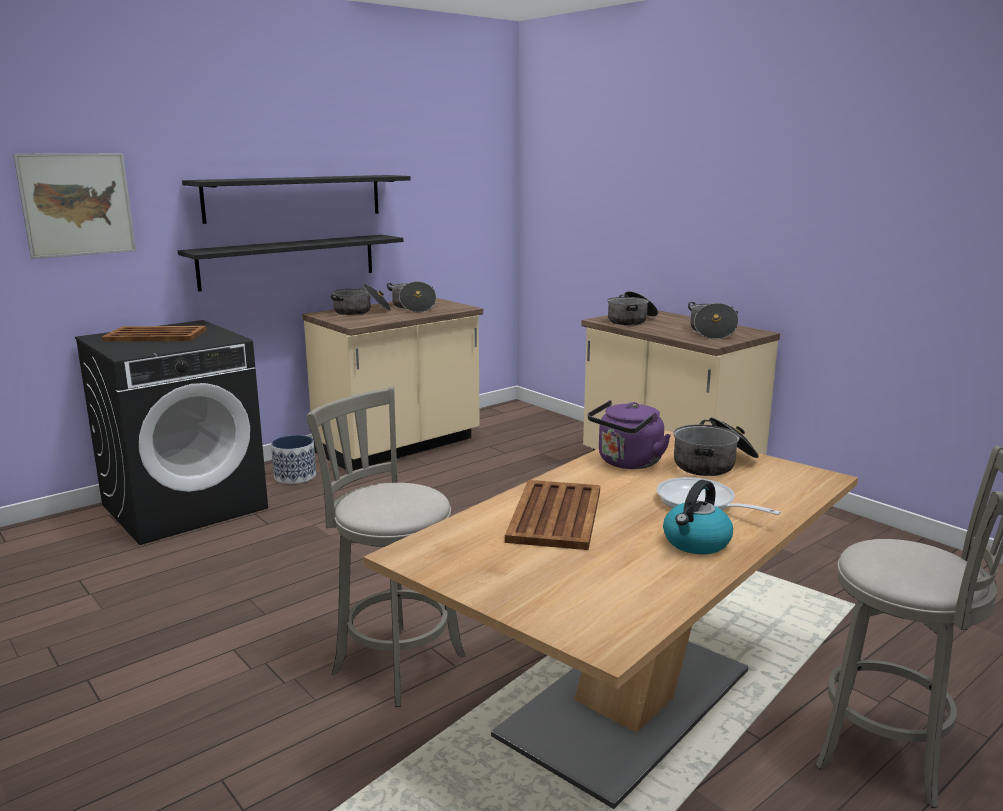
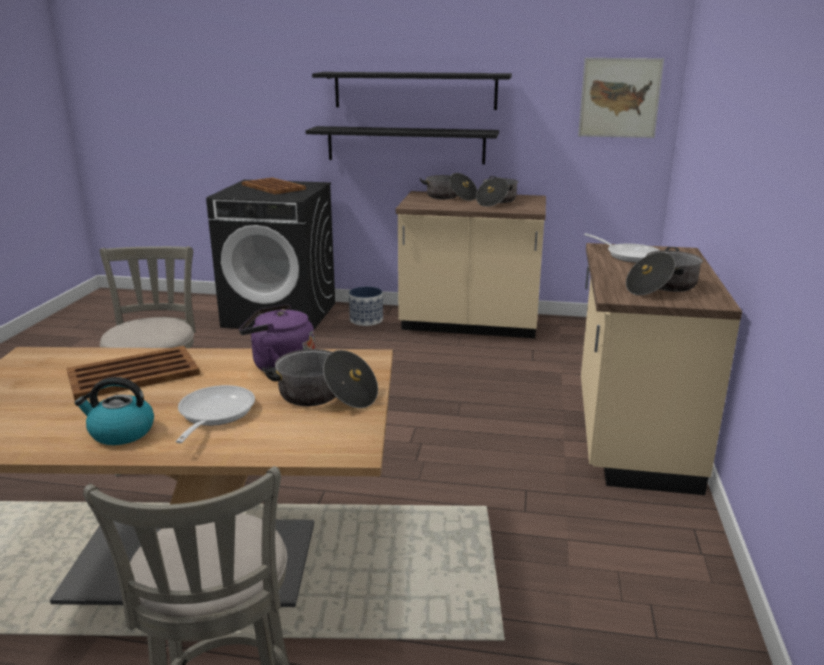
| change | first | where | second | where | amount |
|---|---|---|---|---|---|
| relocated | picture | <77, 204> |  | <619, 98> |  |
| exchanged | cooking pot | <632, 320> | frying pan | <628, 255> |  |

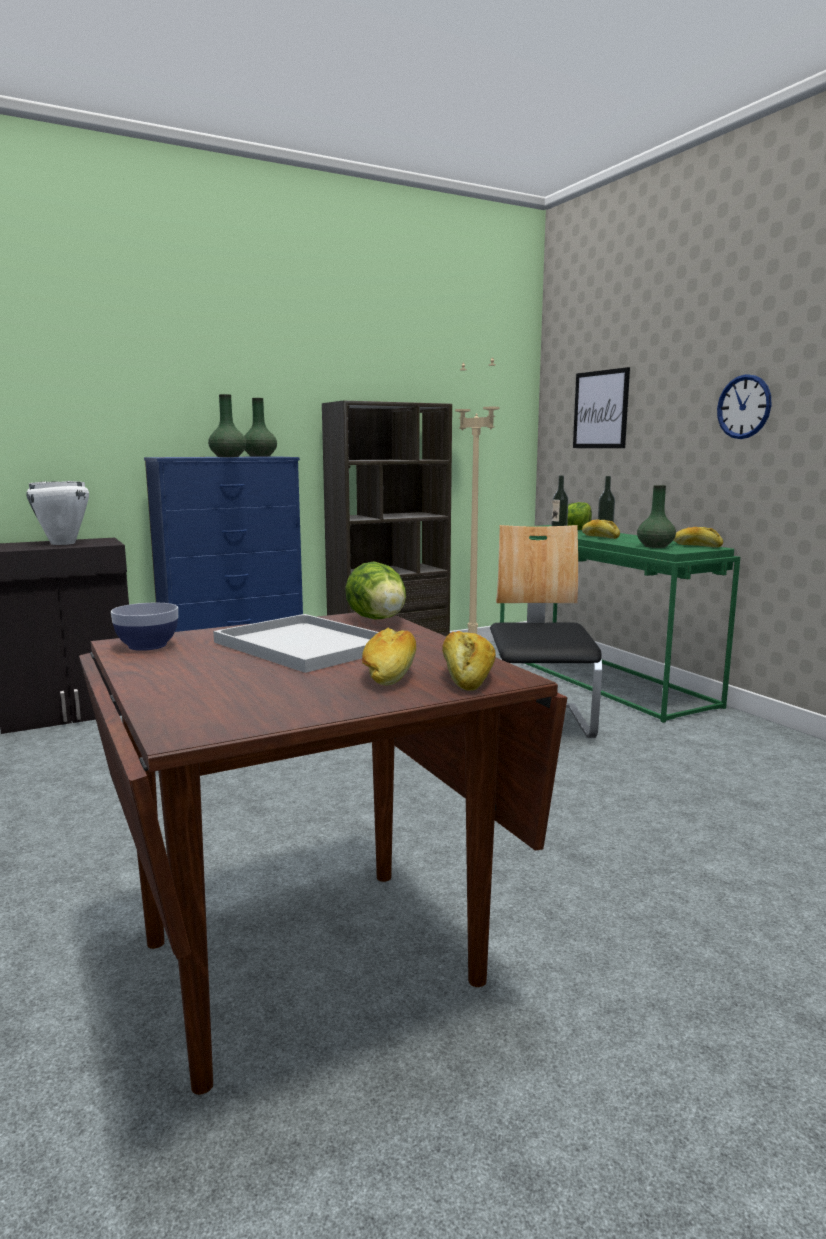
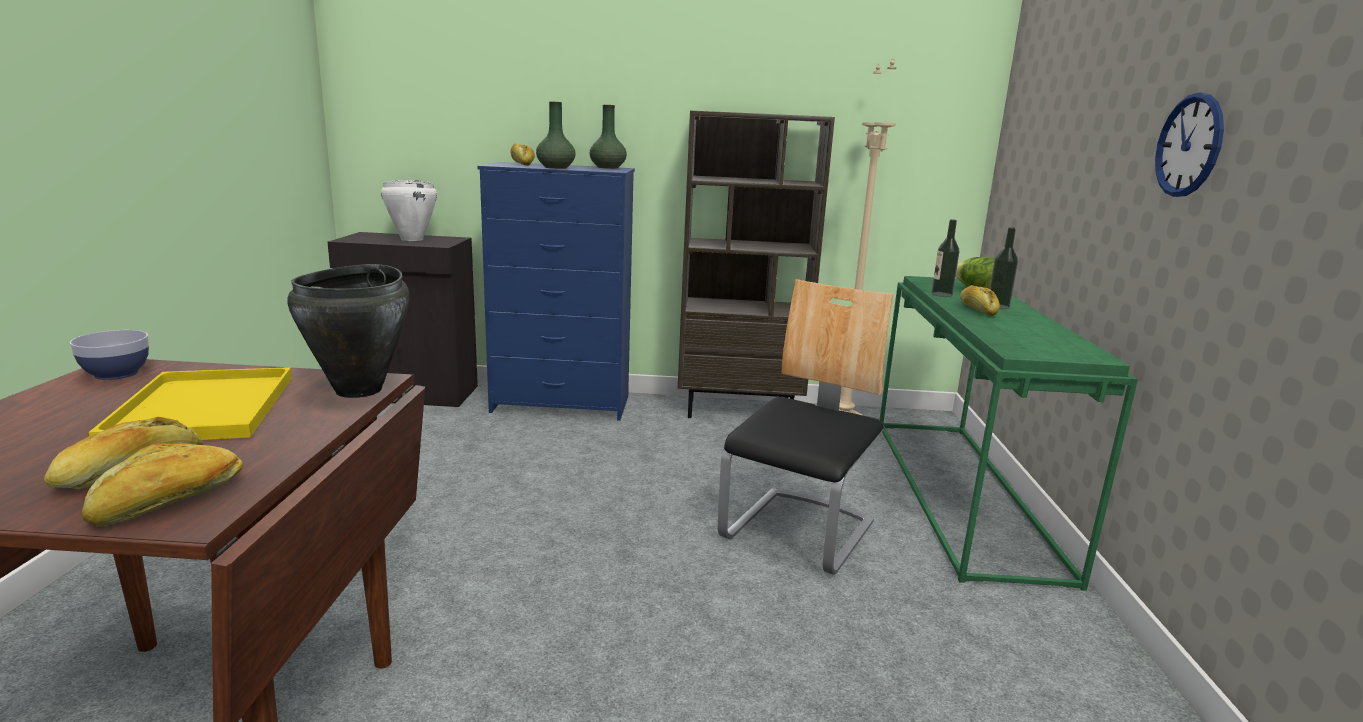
| change | first | where | second | where | amount |
|---|---|---|---|---|---|
| missing | picture | <600, 409> |  |  |  |
| missing | vase (green) | <655, 546> |  |  |  |
| relocated | bread | <696, 546> |  | <523, 164> |  |
| exchanged | lettuce | <379, 620> | cooking pot (black) | <360, 390> |  |
| colour | tray (white) | <301, 645> | tray (yellow) | <203, 406> |  |

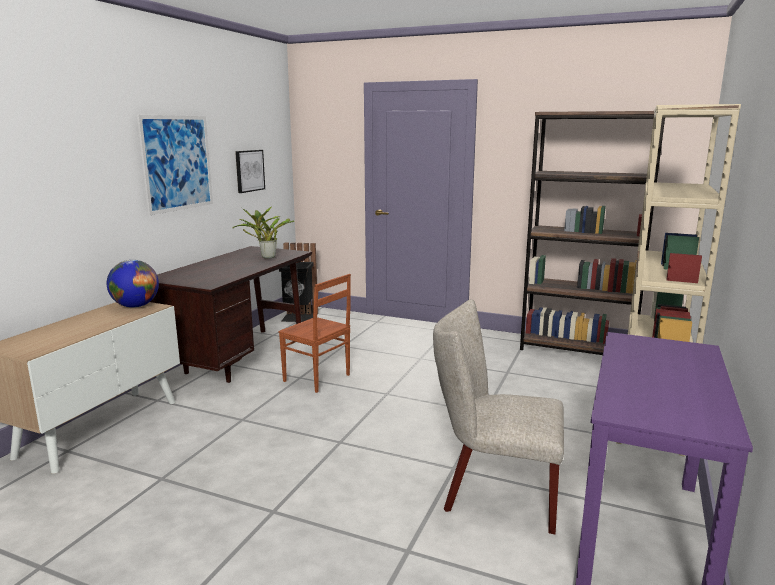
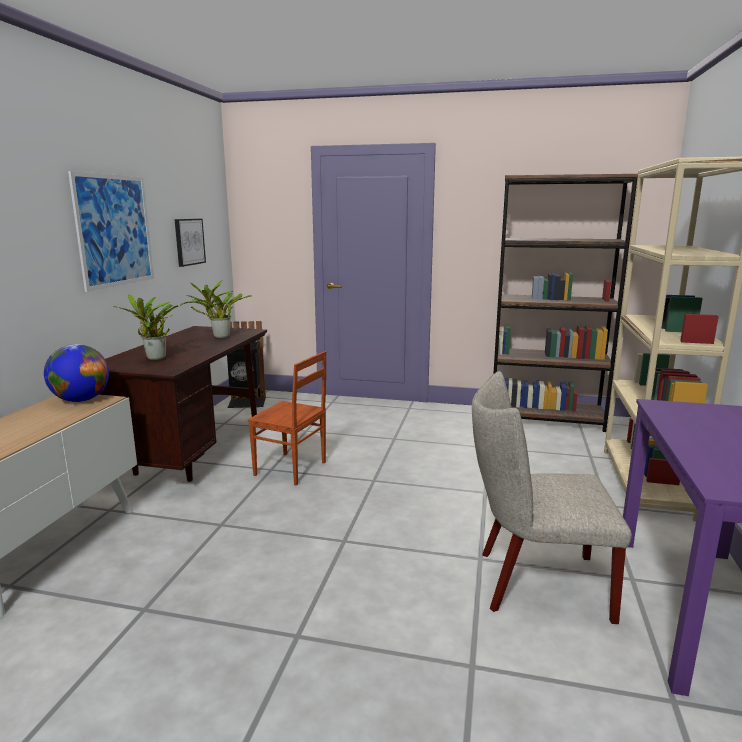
| change | first | where | second | where | amount |
|---|---|---|---|---|---|
| appeared |  |  | potted plant | <155, 359> |  |

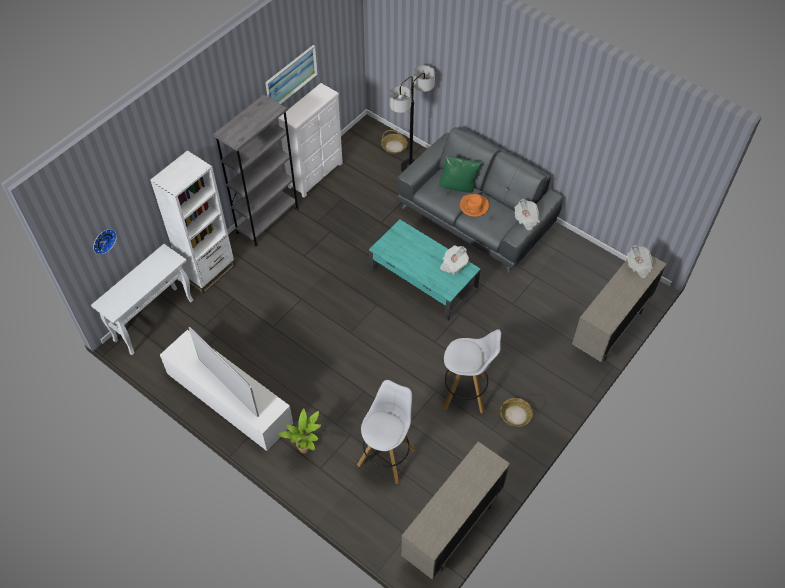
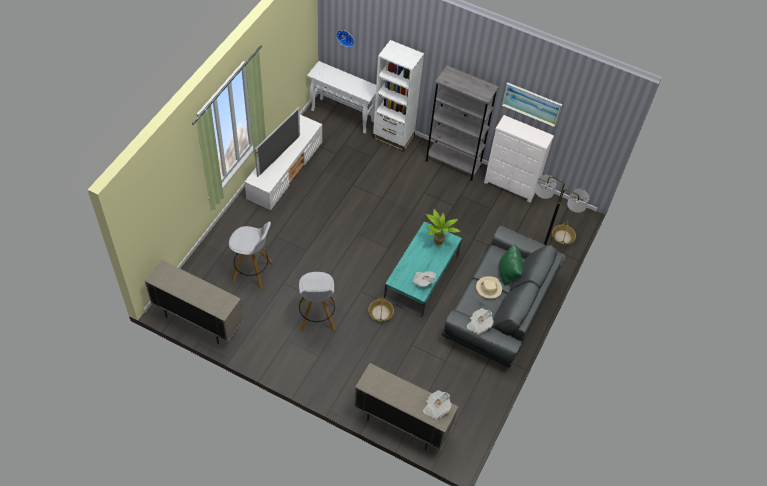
| change | first | where | second | where | amount |
|---|---|---|---|---|---|
| colour | hat (orange) | <474, 206> | hat (beige) | <488, 288> |  |
| relocated | basket | <515, 415> |  | <380, 313> |  |
| relocated | potted plant | <306, 450> |  | <437, 243> |  |

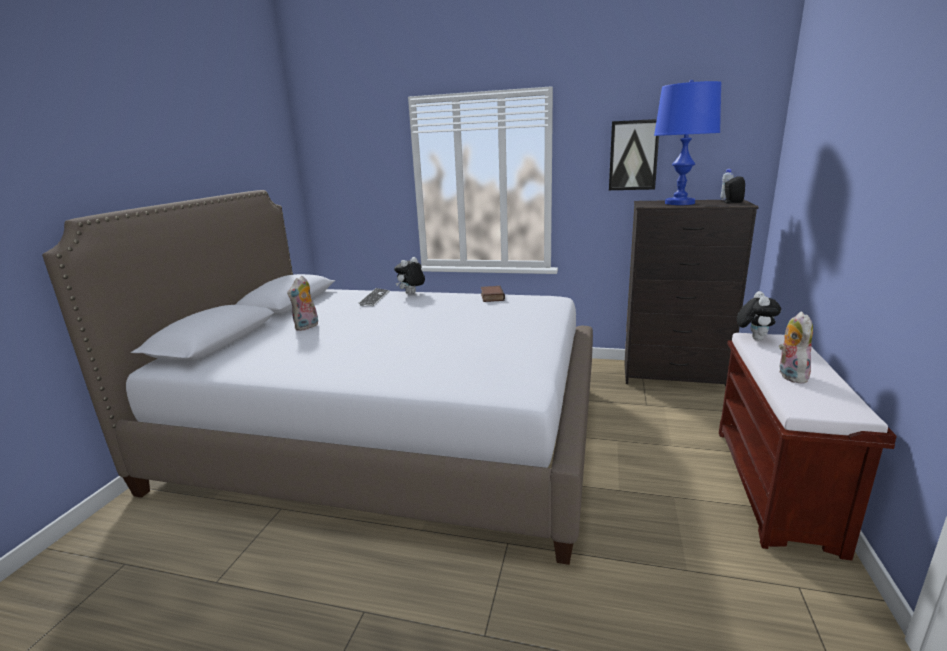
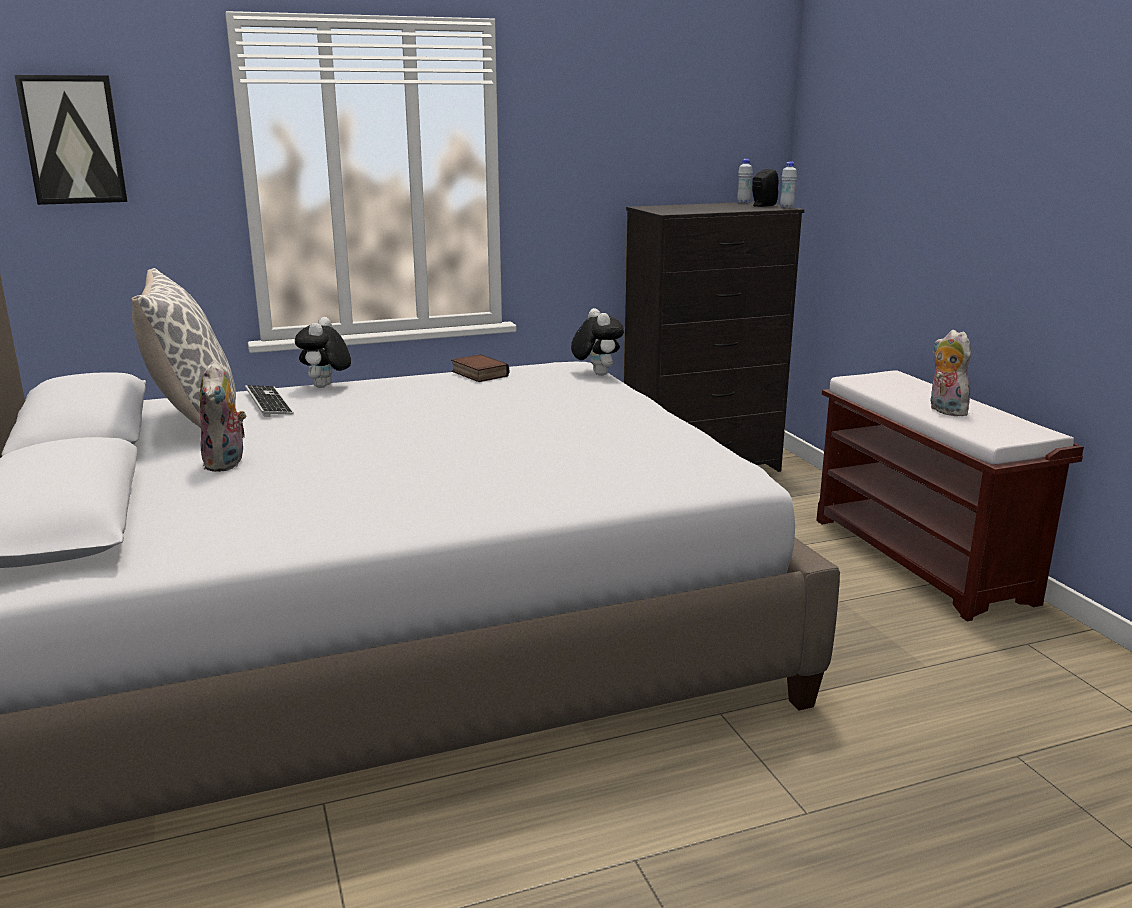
| change | first | where | second | where | amount |
|---|---|---|---|---|---|
| missing | table lamp (blue) | <679, 203> |  |  |  |
| relocated | picture | <633, 155> |  | <73, 140> |  |
| relocated | plush toy | <753, 338> |  | <596, 374> |  |
| appeared |  |  | bottle (white) | <786, 207> |  |
| appeared |  |  | pillow | <196, 424> |  |

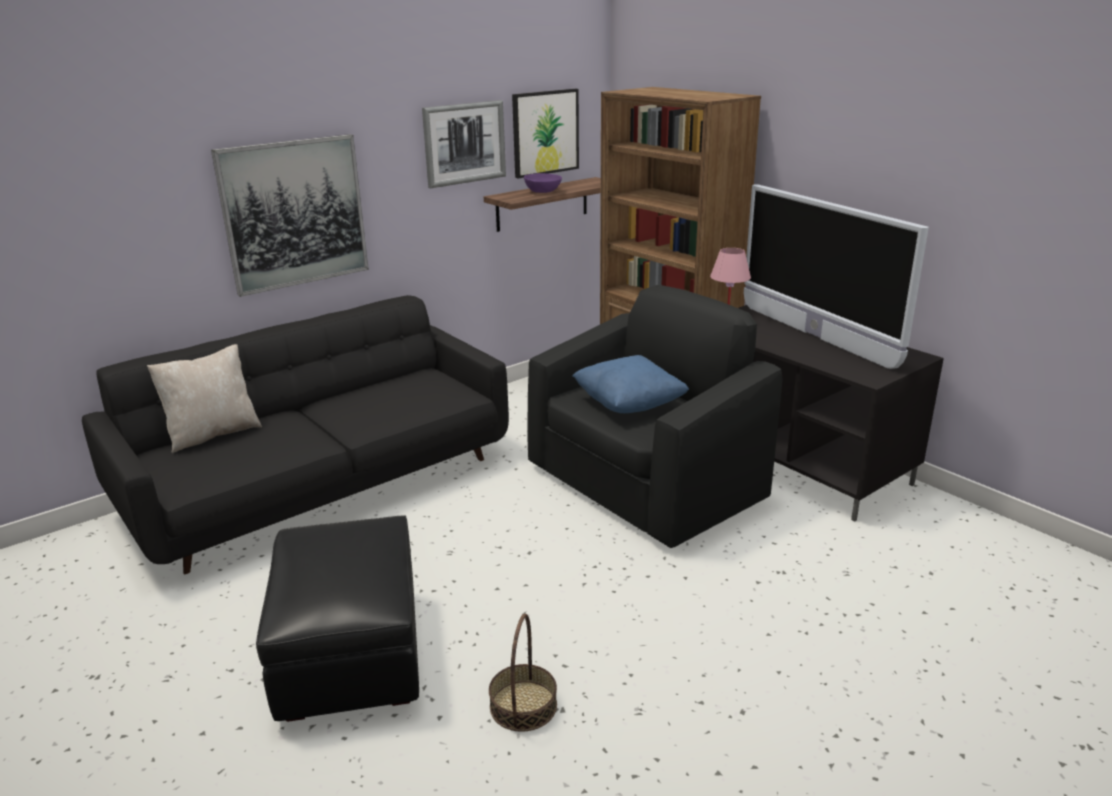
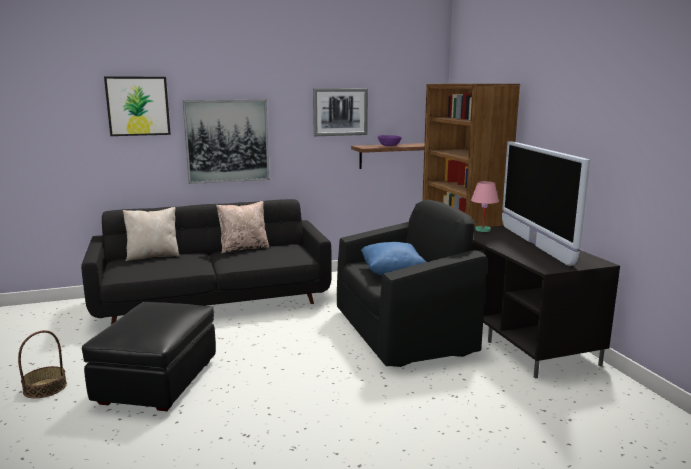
| change | first | where | second | where | amount |
|---|---|---|---|---|---|
| relocated | picture | <545, 132> |  | <138, 106> |  |
| relocated | basket | <523, 705> |  | <45, 388> |  |
| appeared |  |  | pillow (beige) | <244, 248> |  |

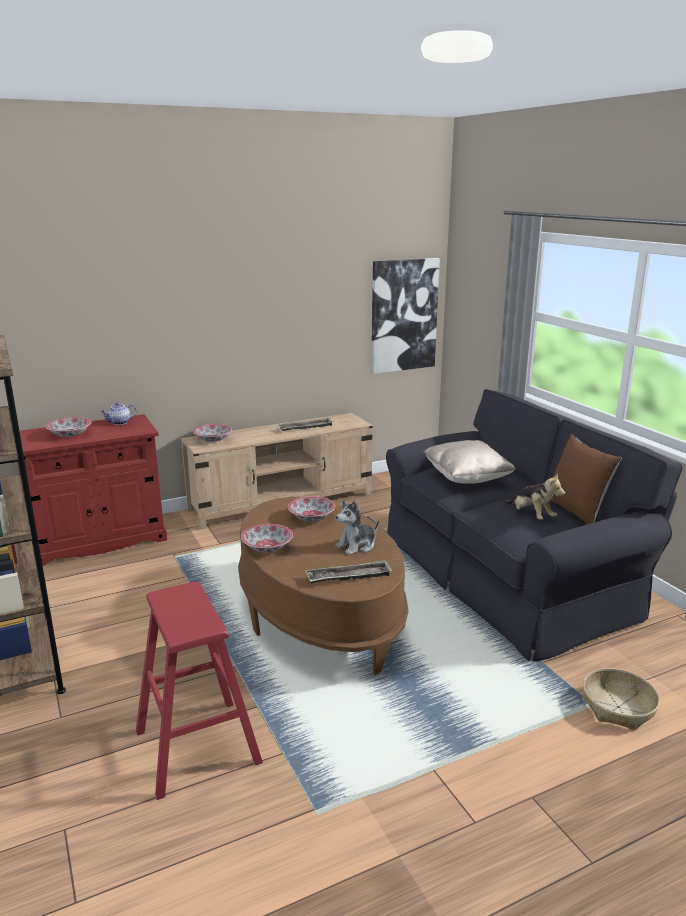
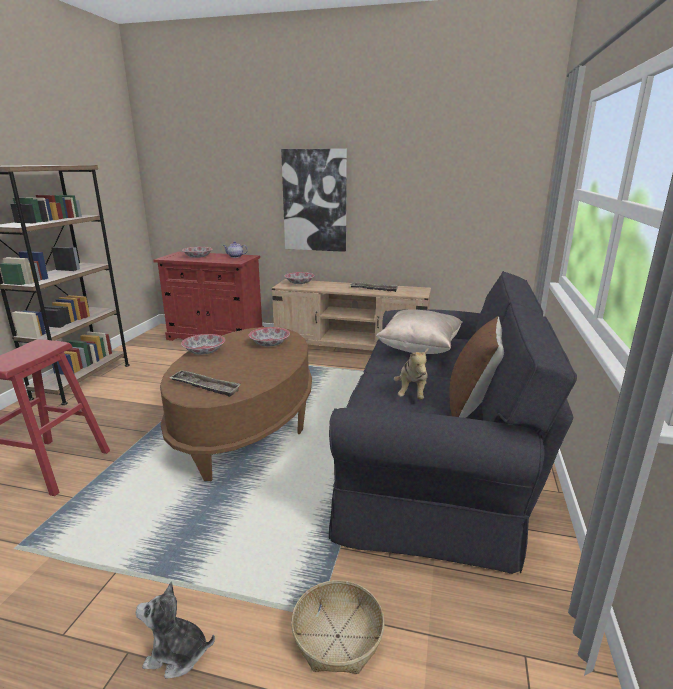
| change | first | where | second | where | amount |
|---|---|---|---|---|---|
| relocated | picture | <403, 315> |  | <315, 201> |  |
| relocated | plush toy | <357, 546> |  | <177, 654> |  |

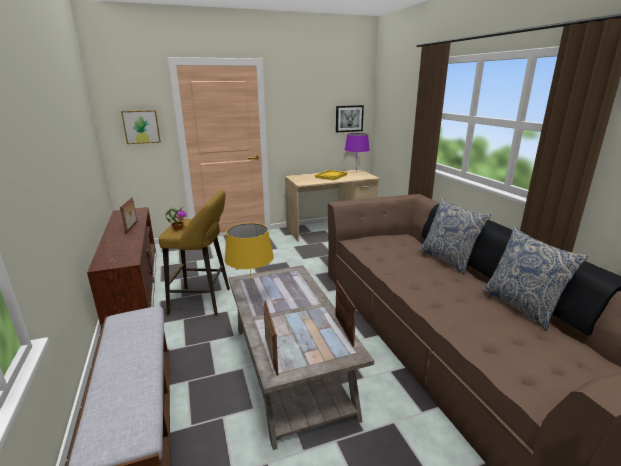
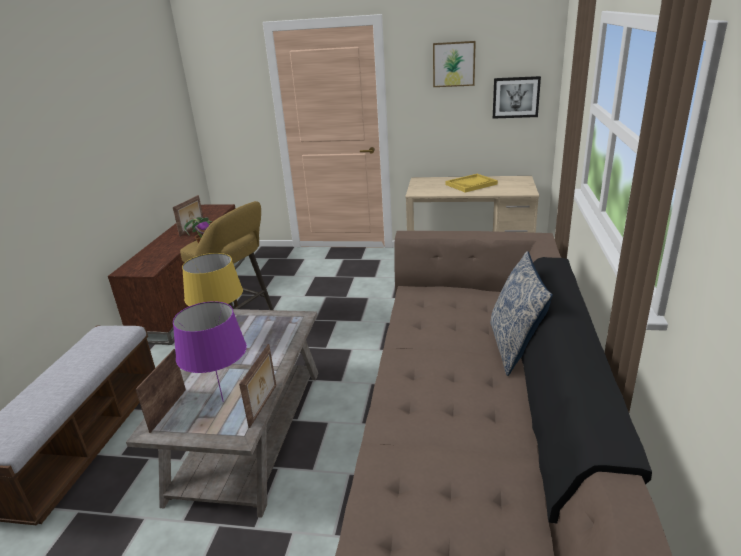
| change | first | where | second | where | amount |
|---|---|---|---|---|---|
| relocated | picture | <141, 126> |  | <454, 64> |  |
| relocated | table lamp (purple) | <355, 172> |  | <223, 401> |  |
| missing | pillow | <521, 306> |  |  |  |

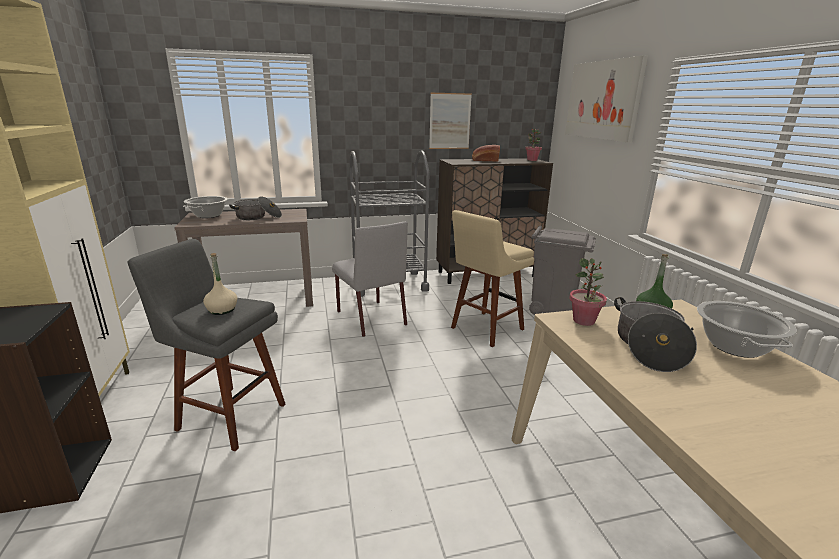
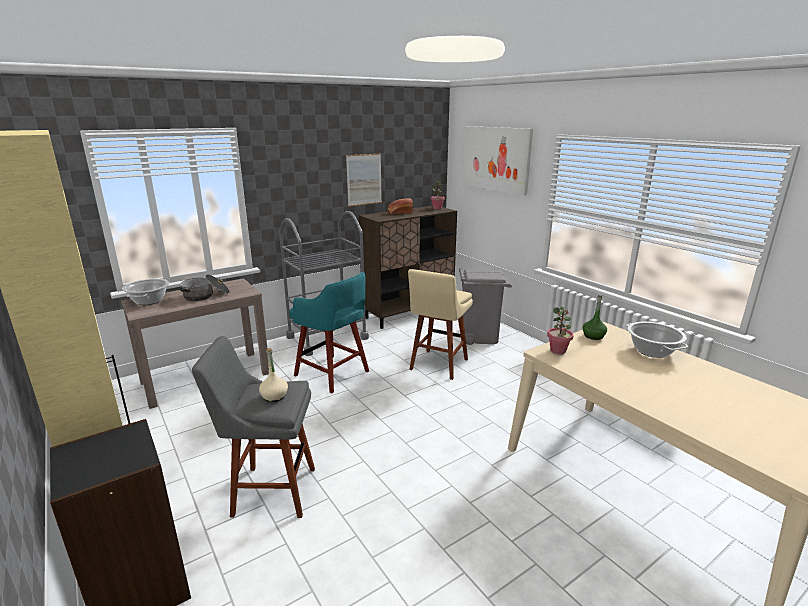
| change | first | where | second | where | amount |
|---|---|---|---|---|---|
| exchanged | chair (grey) | <370, 317> | stool (turquoise) | <333, 374> |  |
| missing | cooking pot | <648, 347> |  |  |  |

